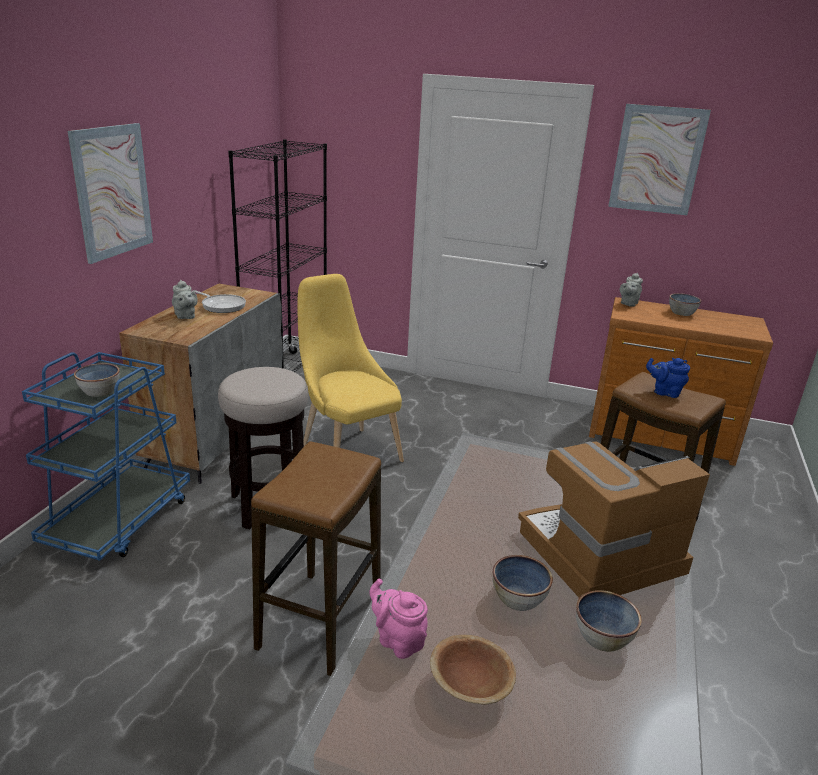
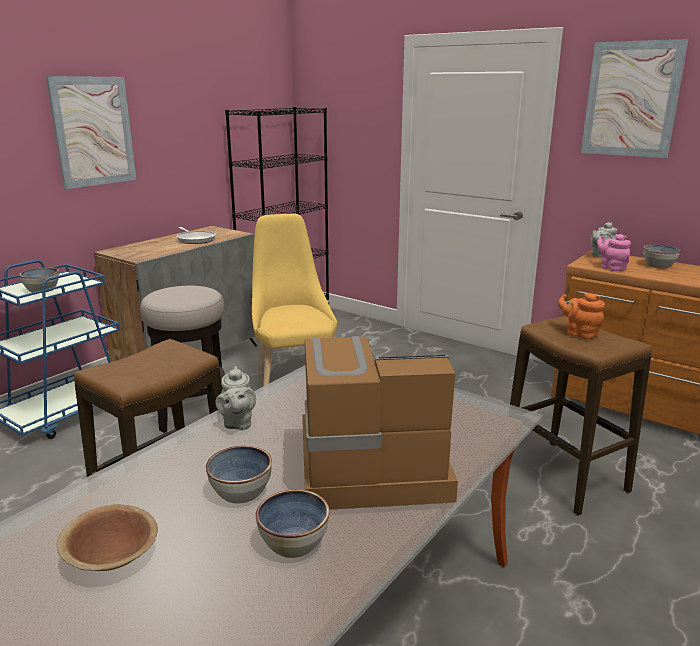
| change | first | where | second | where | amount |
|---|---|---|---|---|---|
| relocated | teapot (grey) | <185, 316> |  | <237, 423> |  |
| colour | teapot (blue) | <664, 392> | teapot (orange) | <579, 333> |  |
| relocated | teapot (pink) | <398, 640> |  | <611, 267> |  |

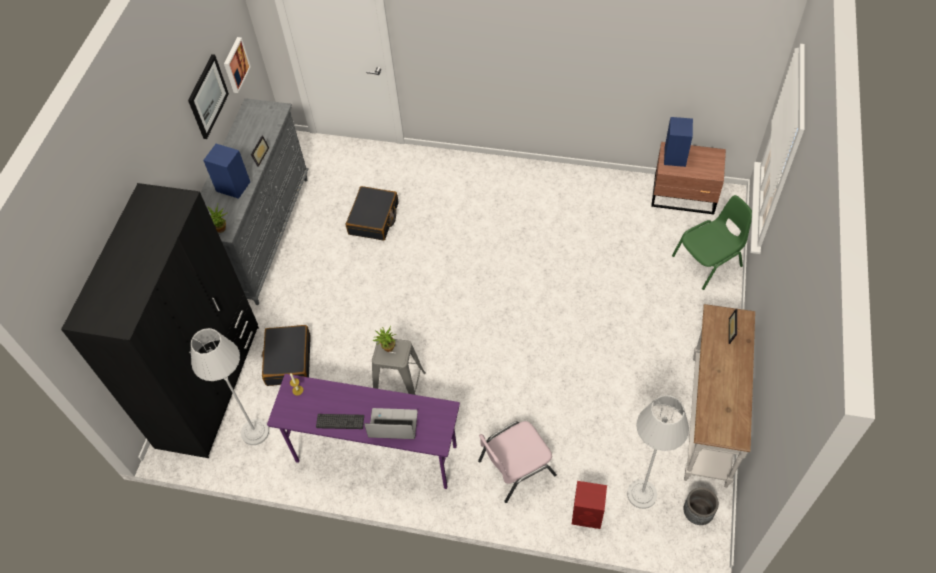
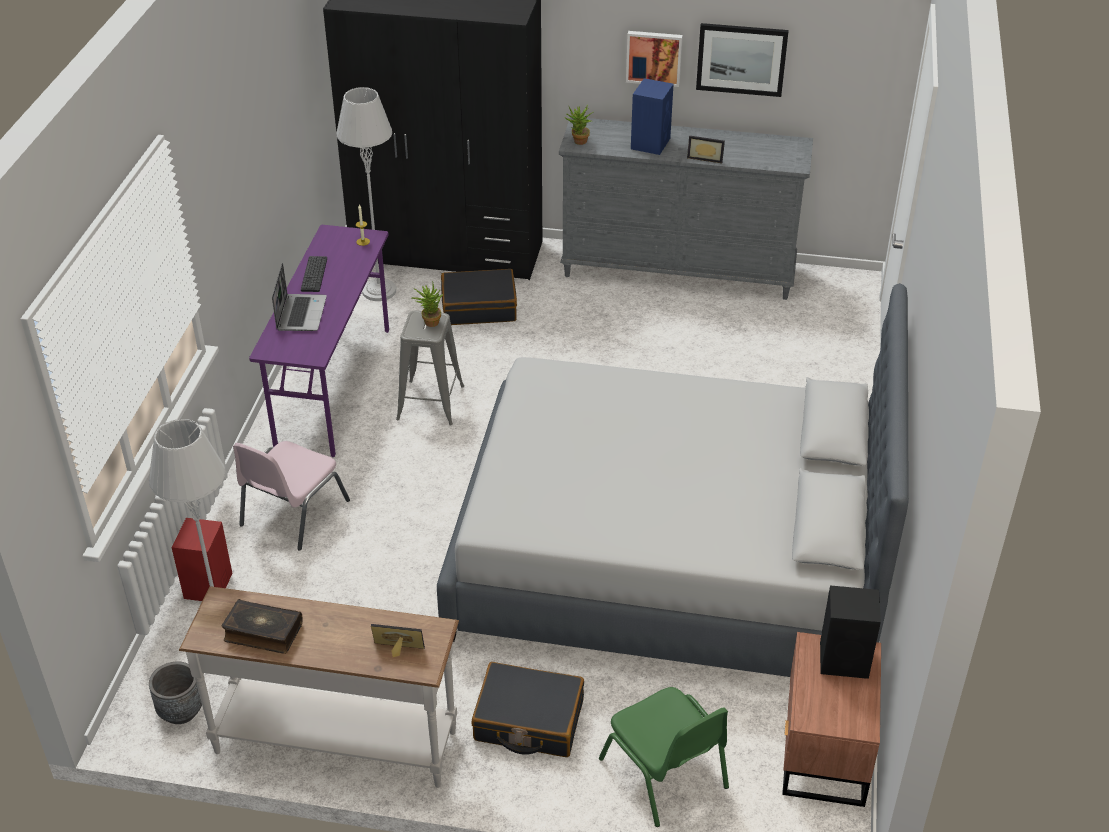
| change | first | where | second | where | amount |
|---|---|---|---|---|---|
| relocated | picture | <235, 65> |  | <654, 57> |  |
| colour | speaker (blue) | <675, 156> | speaker (black) | <845, 660> |  |
| relocated | suitcase (black) | <374, 219> |  | <528, 721> |  |
| spun | chair (pink) | <515, 467> |  | <292, 513> | 120 degrees counterclockwise |
| appeared |  |  | bed (grey) | <669, 557> |  |
| appeared |  |  | book | <263, 632> |  |

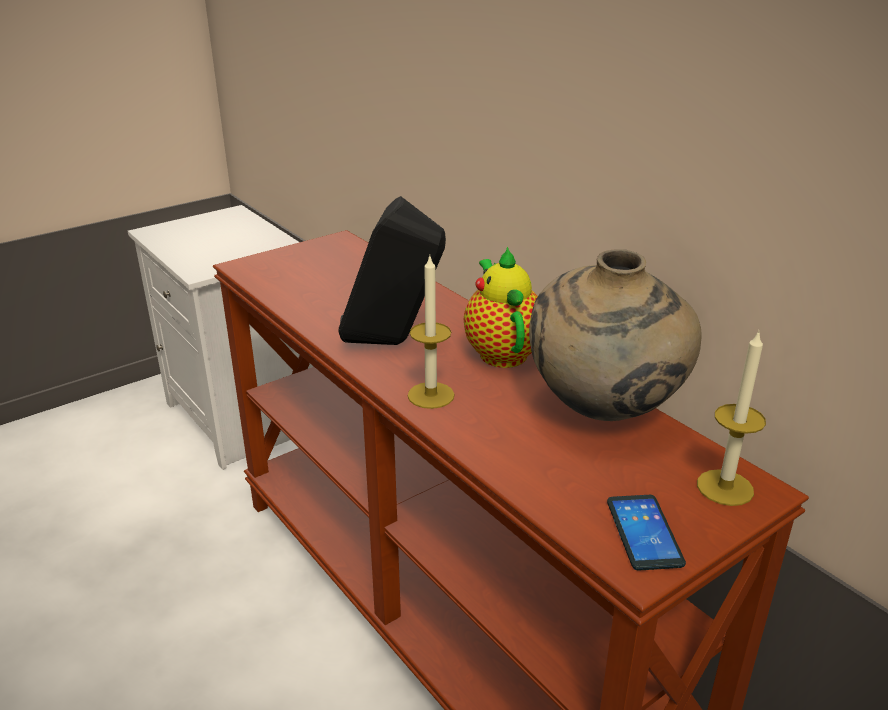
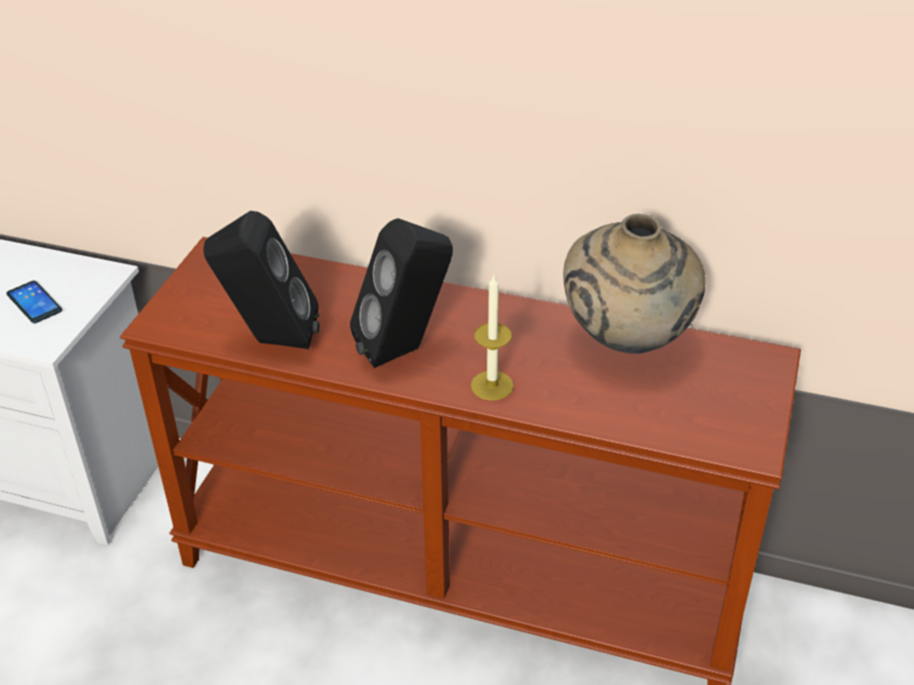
| change | first | where | second | where | amount |
|---|---|---|---|---|---|
| missing | teapot | <501, 351> |  |  |  |
| missing | candle | <725, 487> |  |  |  |
| relocated | phone | <643, 532> |  | <34, 303> |  |
| appeared |  |  | speaker (black) | <270, 341> |  |

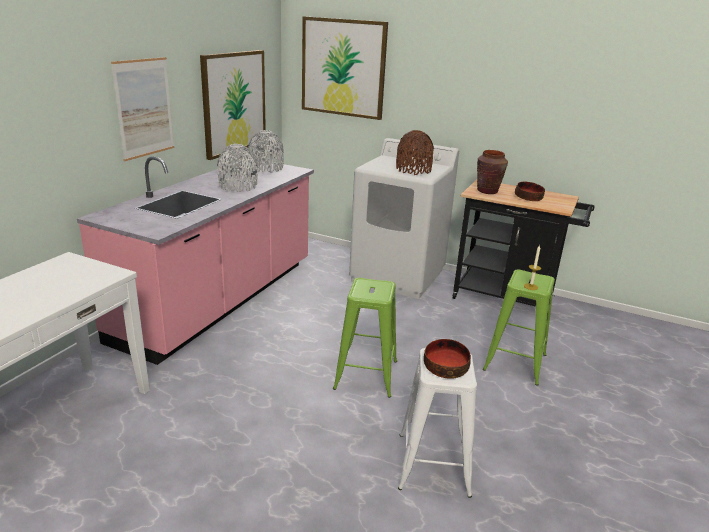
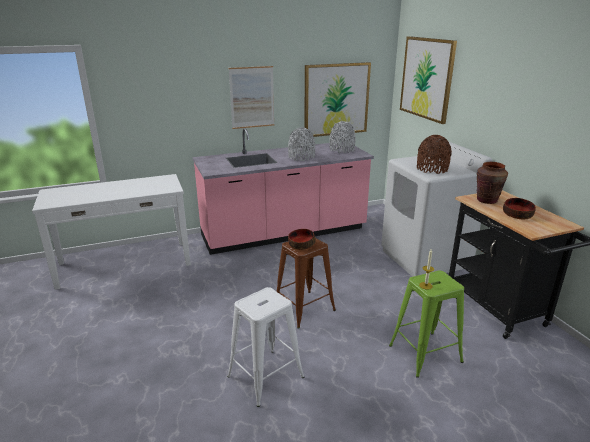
| change | first | where | second | where | amount |
|---|---|---|---|---|---|
| colour | stool (green) | <366, 375> | stool (brown) | <303, 309> |  |
| relocated | bowl | <445, 367> |  | <301, 244> |  |

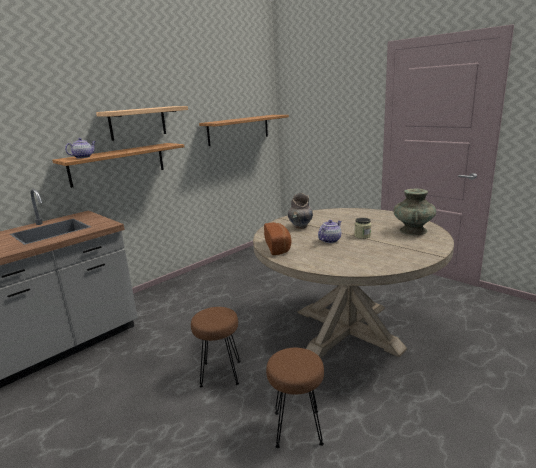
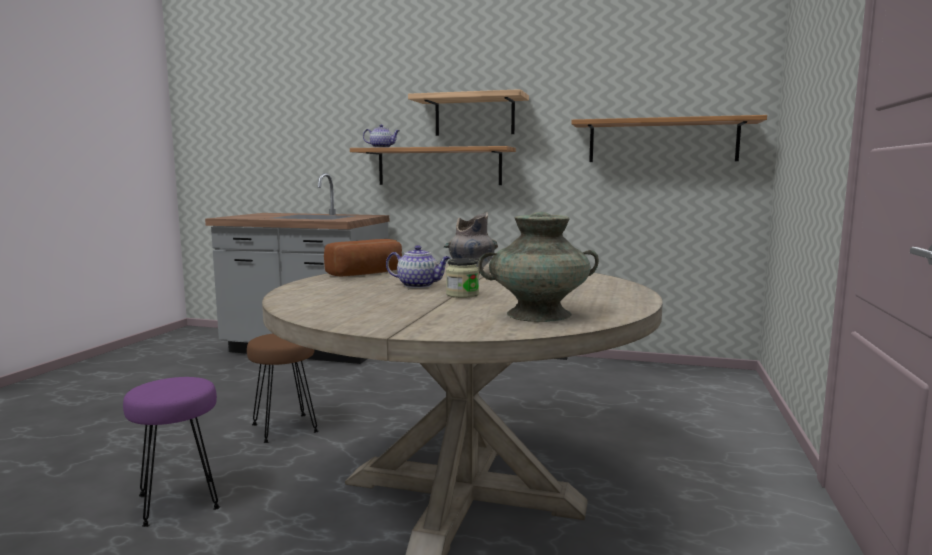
| change | first | where | second | where | amount |
|---|---|---|---|---|---|
| colour | stool (brown) | <296, 428> | stool (purple) | <179, 501> |  |

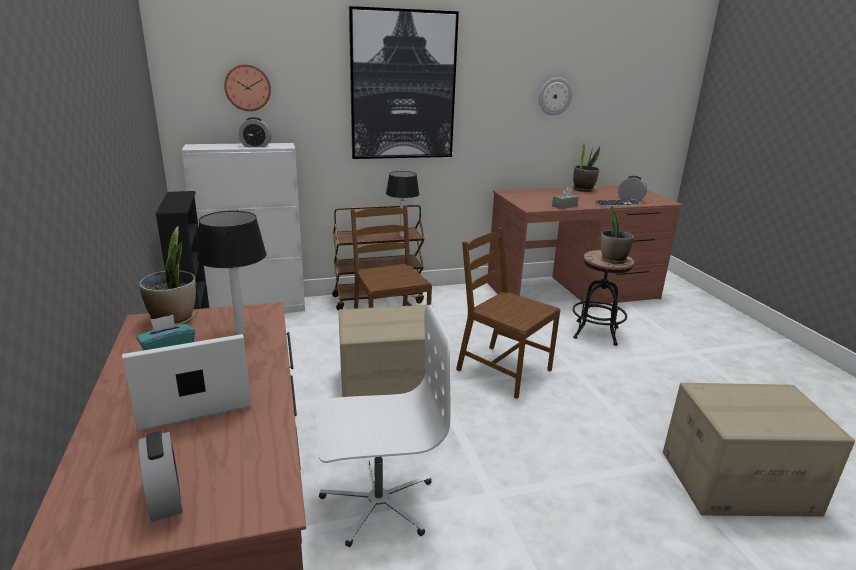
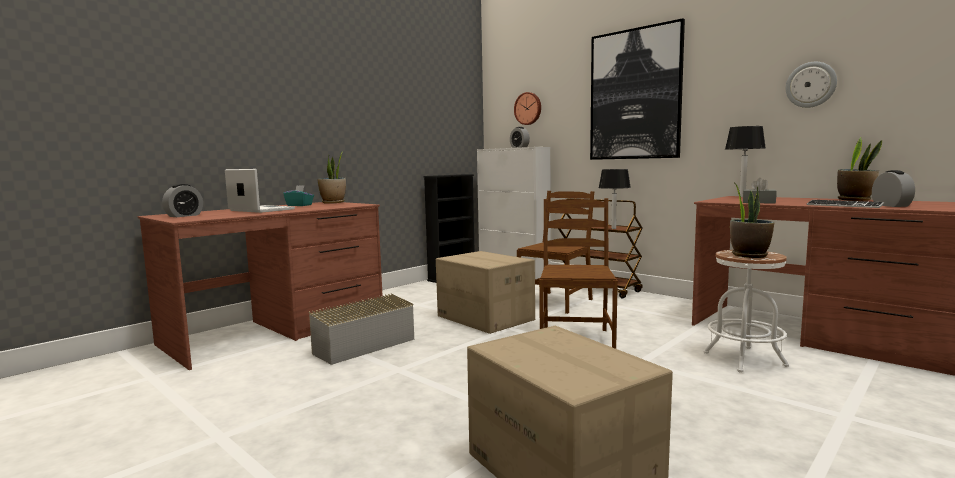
| change | first | where | second | where | amount |
|---|---|---|---|---|---|
| relocated | table lamp | <240, 332> |  | <742, 197> |  |
| colour | stool (black) | <596, 333> | stool (white) | <744, 359> |  |
| exchanged | office chair (white) | <378, 502> | storage box (grey) | <356, 344> |  |

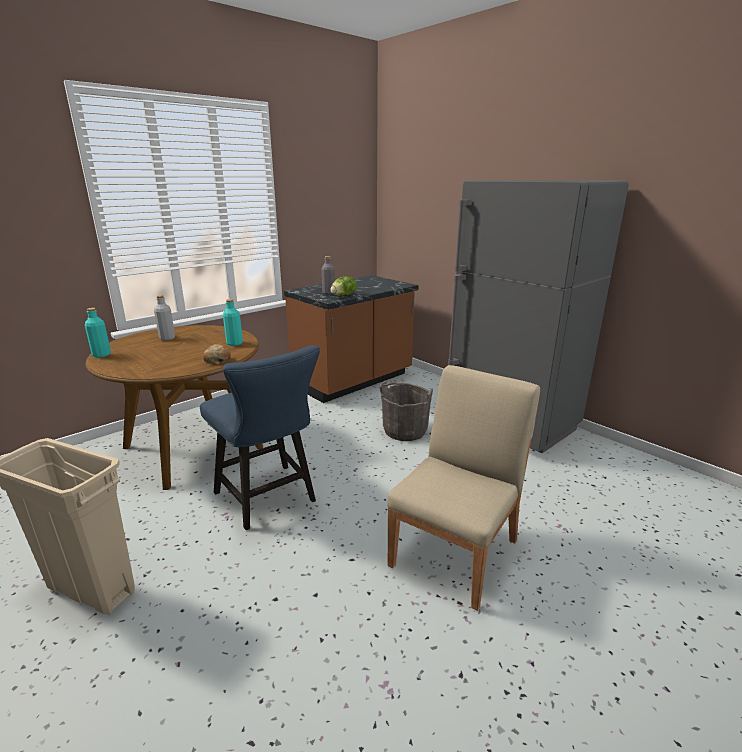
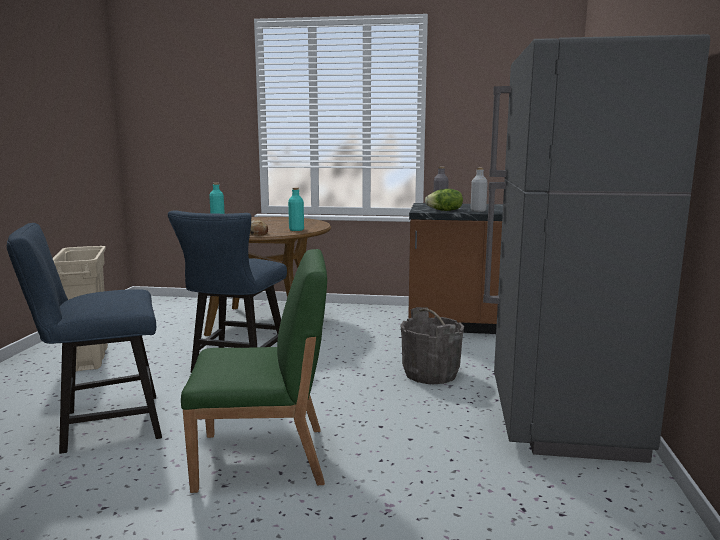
| change | first | where | second | where | amount |
|---|---|---|---|---|---|
| relocated | bottle (grey) | <167, 338> |  | <478, 211> |  |
| colour | chair (beige) | <456, 552> | chair (green) | <264, 458> |  |
| appeared |  |  | chair (blue) | <102, 425> |  |

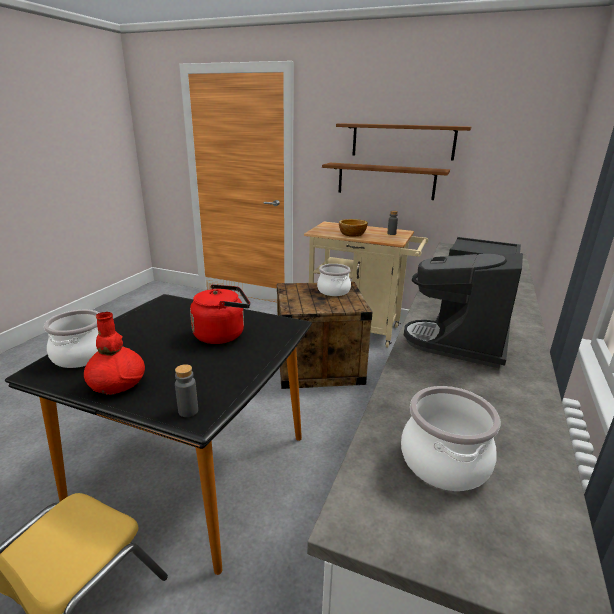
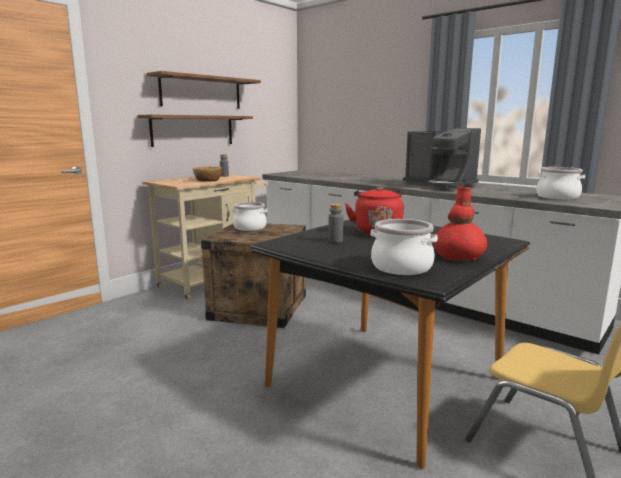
| change | first | where | second | where | amount |
|---|---|---|---|---|---|
| relocated | bottle (grey) | <188, 411> |  | <335, 241> |  |

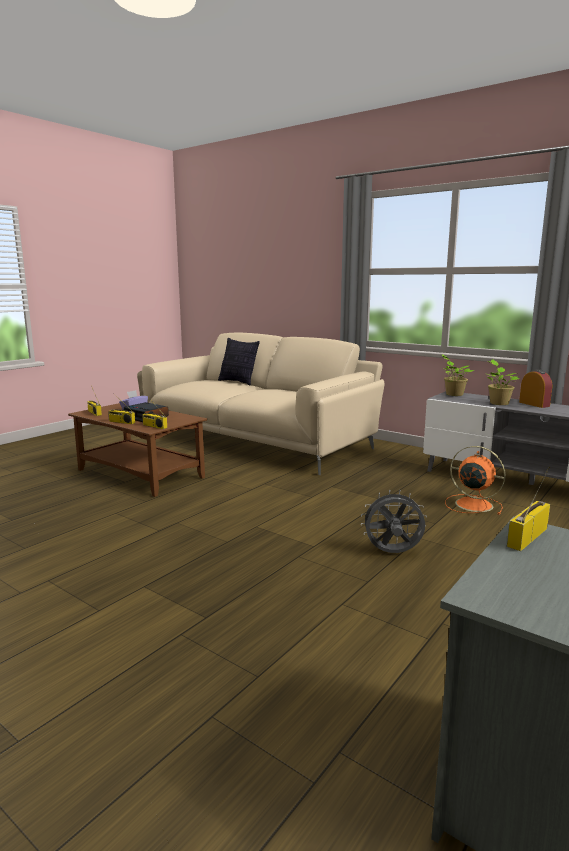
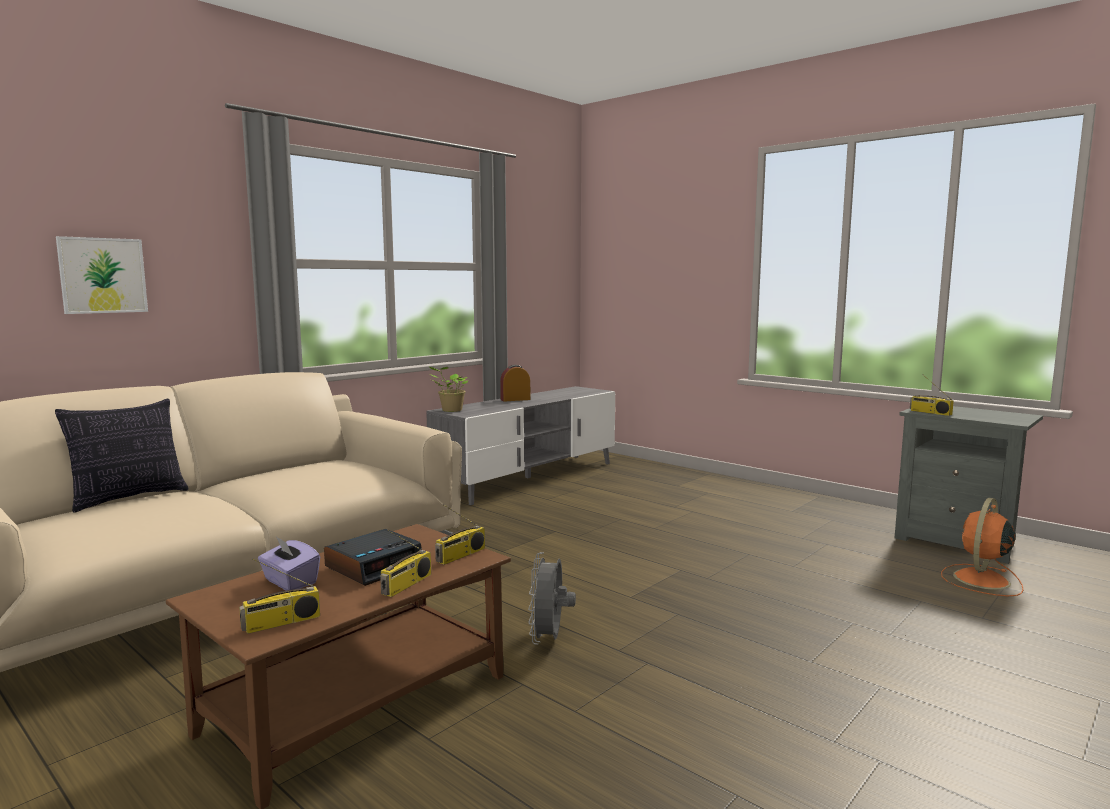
| change | first | where | second | where | amount |
|---|---|---|---|---|---|
| missing | potted plant | <498, 403> |  |  |  |
| relocated | fan (orange) | <472, 504> |  | <980, 580> |  |
| relocated | fan (grey) | <392, 553> |  | <549, 639> |  |
| appeared |  |  | picture | <103, 275> |  |

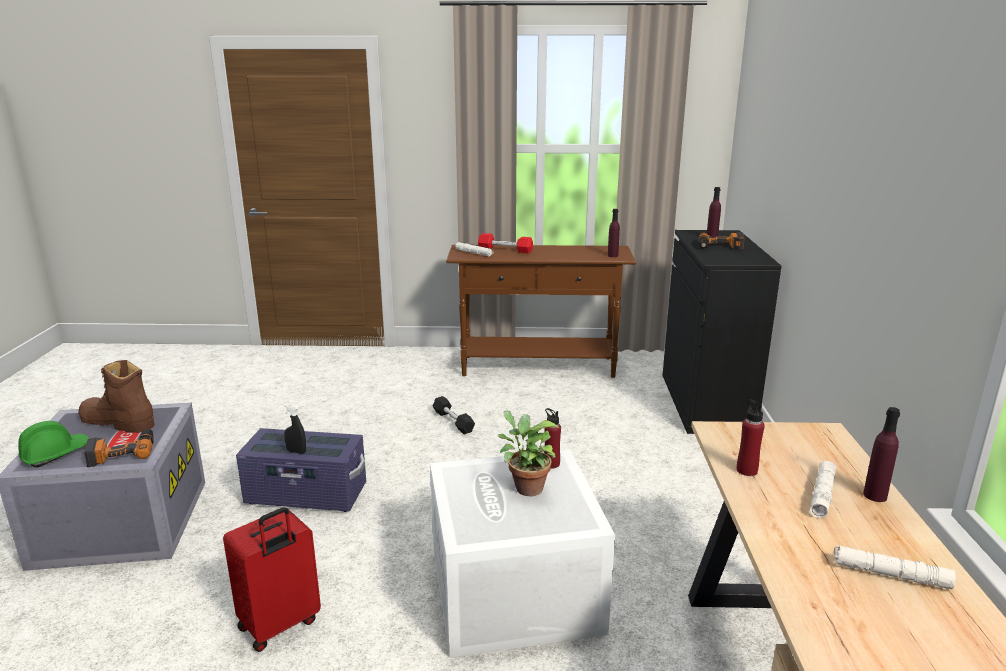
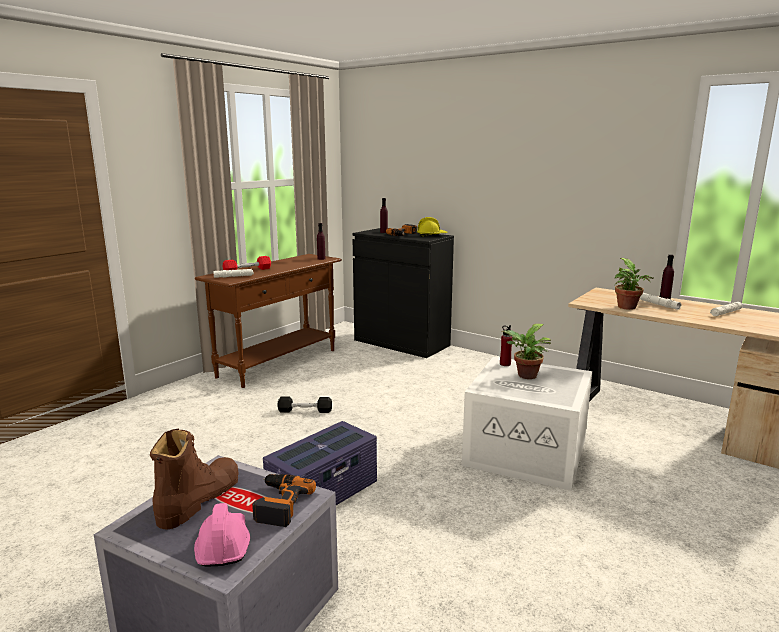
| change | first | where | second | where | amount |
|---|---|---|---|---|---|
| spun | boot (brown) | <117, 422> |  | <198, 499> | 150 degrees clockwise |
| exchanged | bottle (red) | <746, 470> | potted plant | <628, 308> |  |
| missing | spray bottle (black) | <296, 451> |  |  |  |
| colour | hard hat (green) | <56, 454> | hard hat (pink) | <223, 545> |  |
| missing | suitcase (red) | <280, 625> |  |  |  |
| appeared |  |  | hard hat (yellow) | <431, 235> |  |

